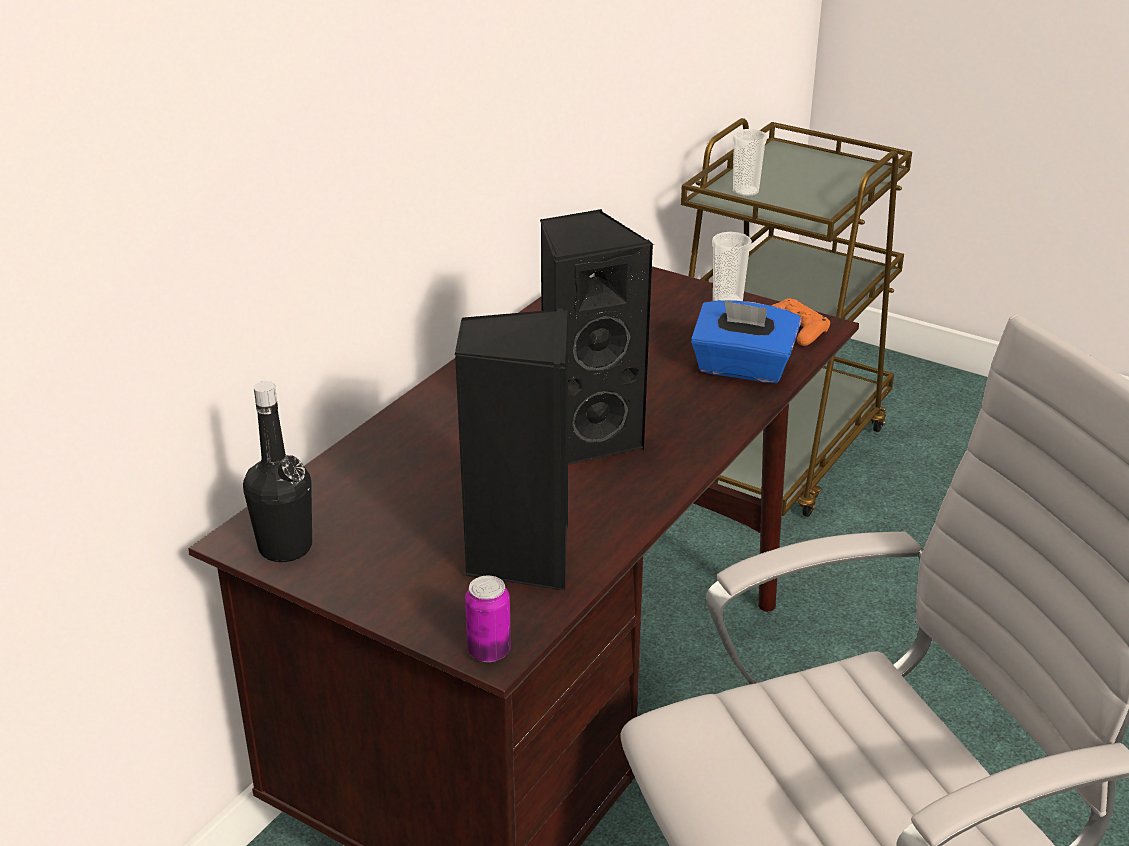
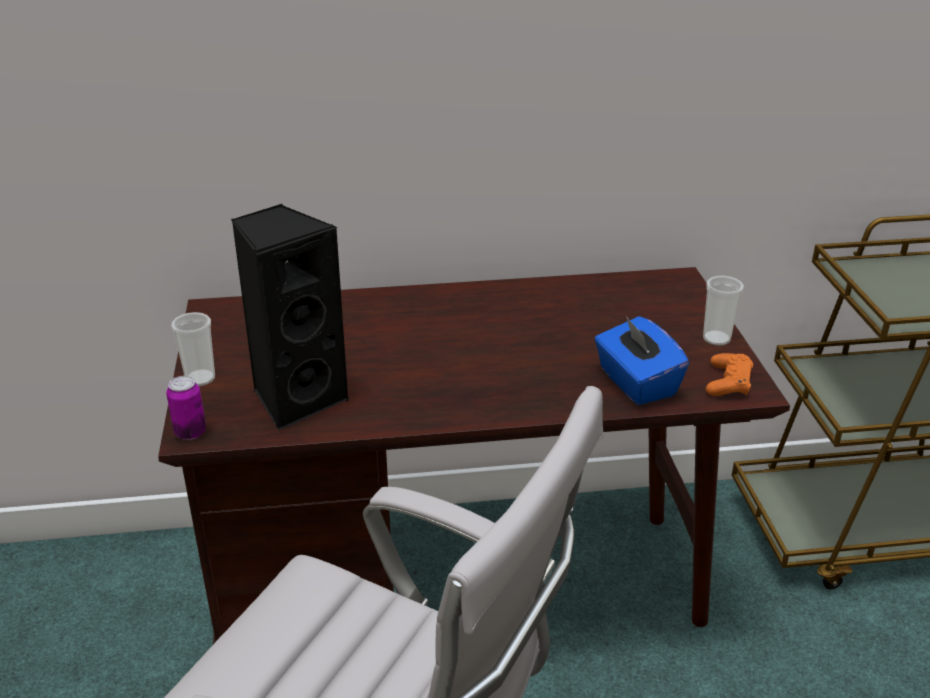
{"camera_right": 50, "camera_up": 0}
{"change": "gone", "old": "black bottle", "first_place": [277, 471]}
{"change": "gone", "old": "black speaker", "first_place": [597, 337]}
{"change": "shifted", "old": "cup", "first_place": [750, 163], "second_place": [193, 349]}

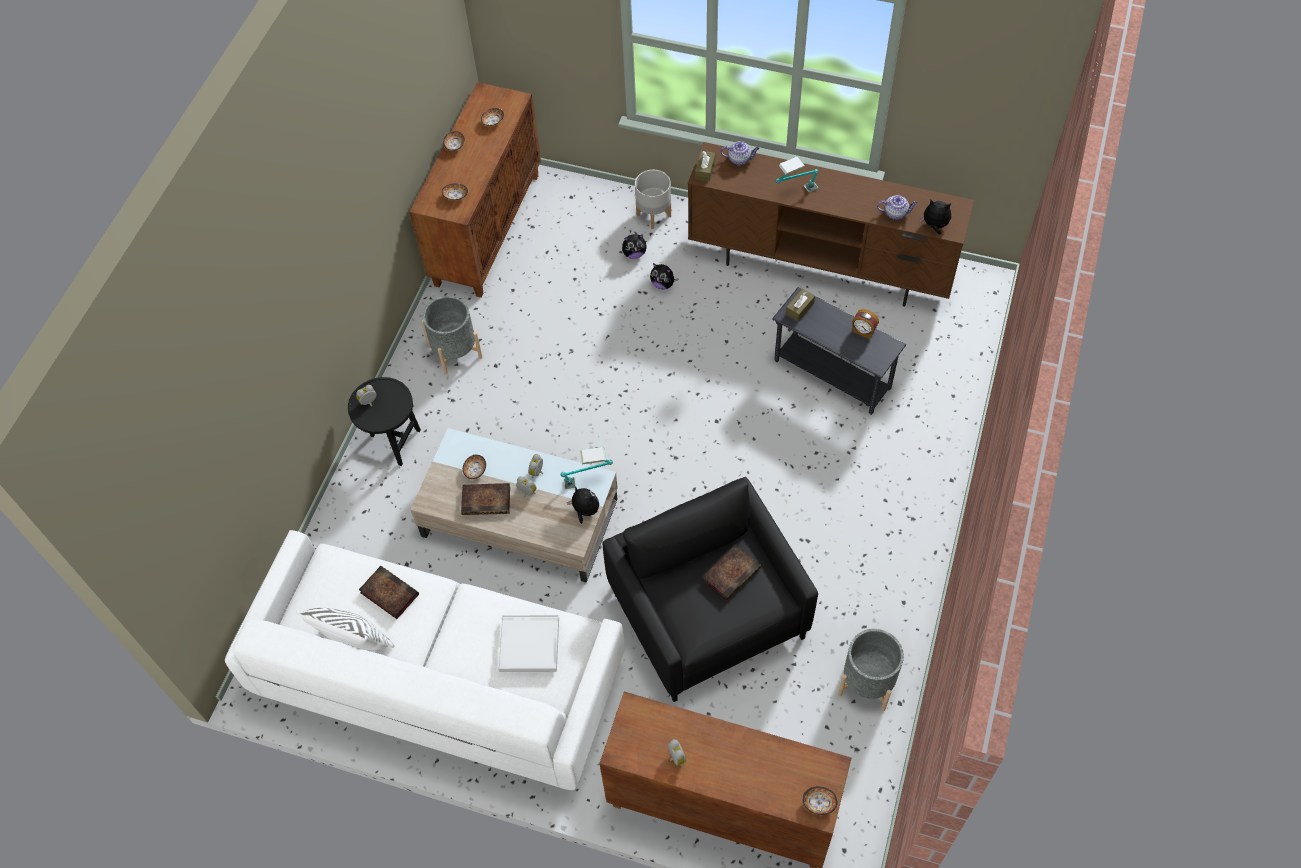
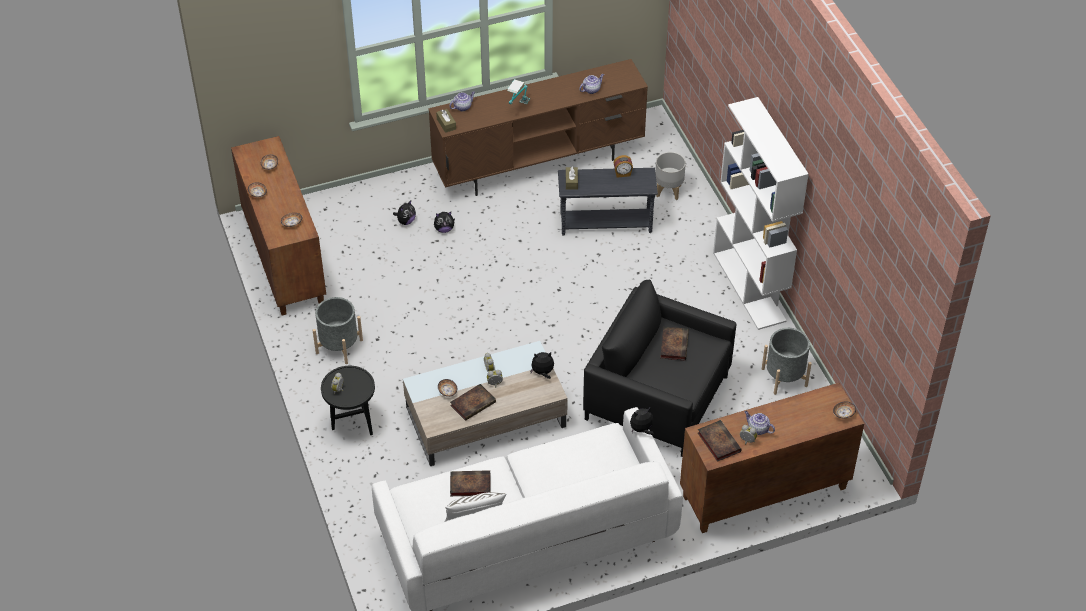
{"camera_right": -40, "camera_up": -10}
{"change": "gone", "old": "white tray", "first_place": [528, 643]}
{"change": "gone", "old": "table lamp", "first_place": [587, 468]}
{"change": "shifted", "old": "grey planter", "first_place": [653, 199], "second_place": [670, 176]}
{"change": "shifted", "old": "plush toy", "first_place": [935, 217], "second_place": [642, 421]}
{"change": "new", "new": "book", "second_place": [720, 441]}
{"change": "new", "new": "white bookcase", "second_place": [761, 213]}
{"change": "new", "new": "teapot", "second_place": [759, 423]}

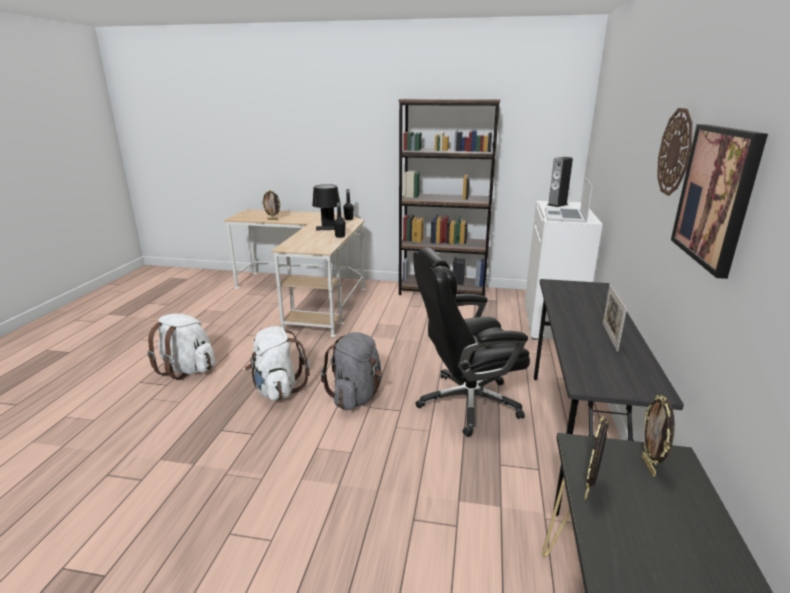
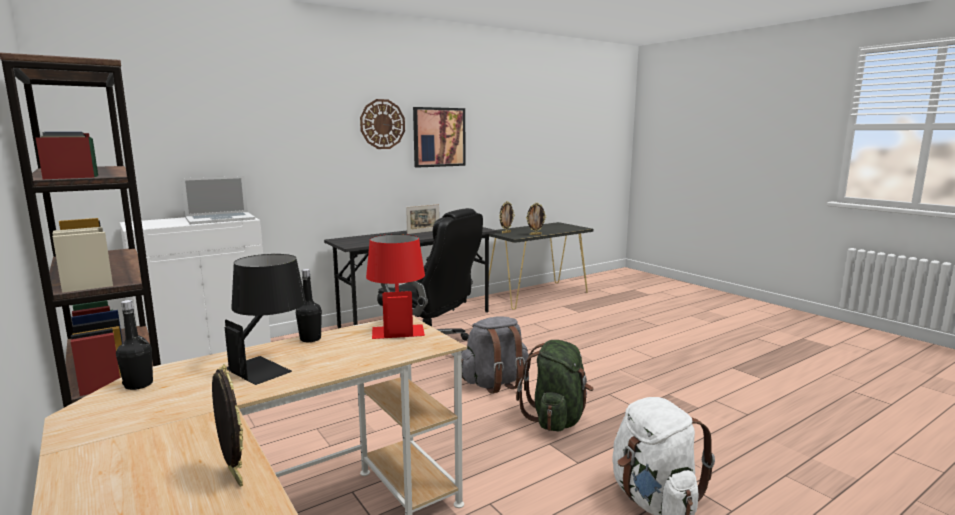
{"camera_right": -135, "camera_up": -10}
{"change": "repainted", "old": "white backpack", "new": "green backpack", "first_place": [277, 363], "second_place": [555, 385]}
{"change": "gone", "old": "speaker", "first_place": [560, 182]}
{"change": "new", "new": "red table lamp", "second_place": [395, 286]}

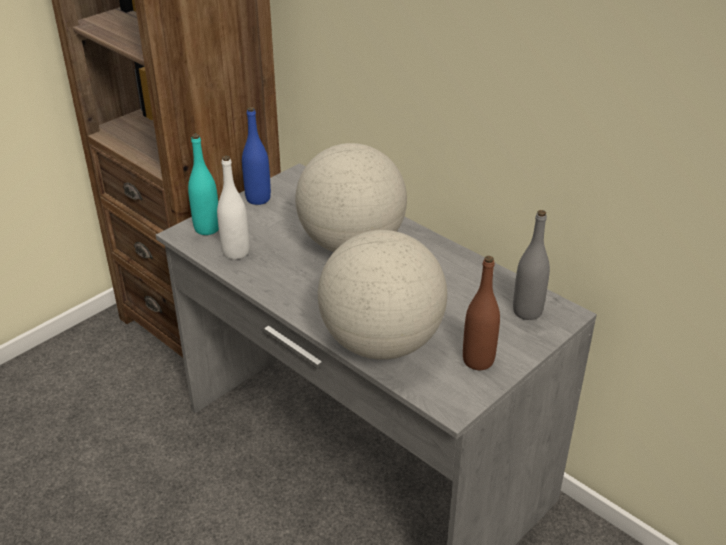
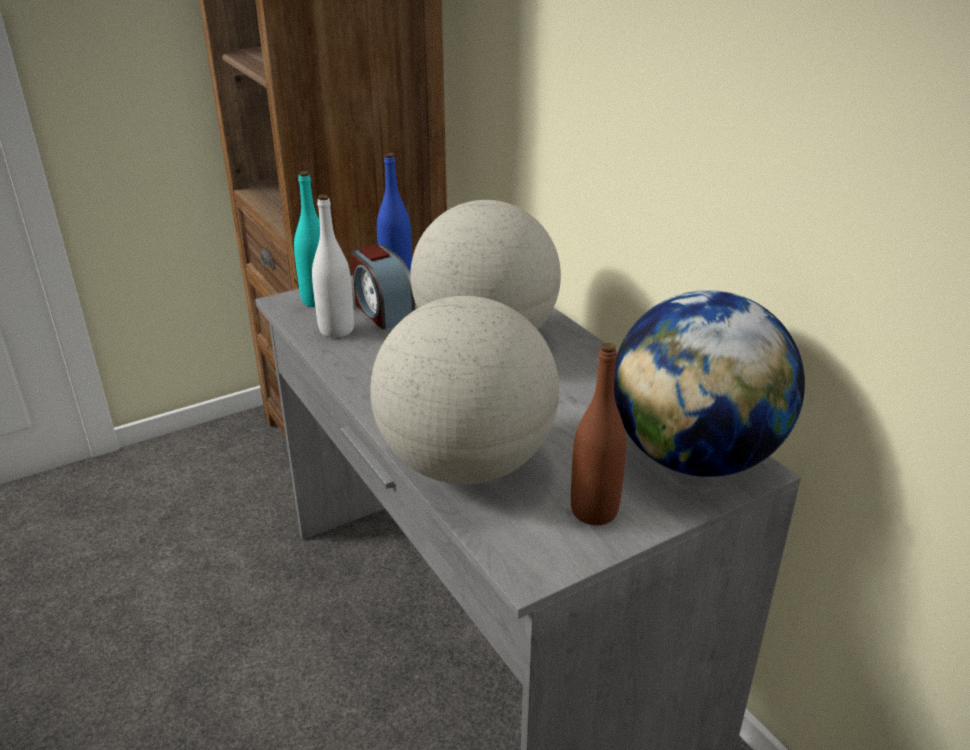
{"camera_right": 15, "camera_up": -5}
{"change": "swapped", "old": "grey bottle", "new": "globe", "first_place": [531, 265], "second_place": [709, 383]}
{"change": "new", "new": "alarm clock", "second_place": [383, 287]}

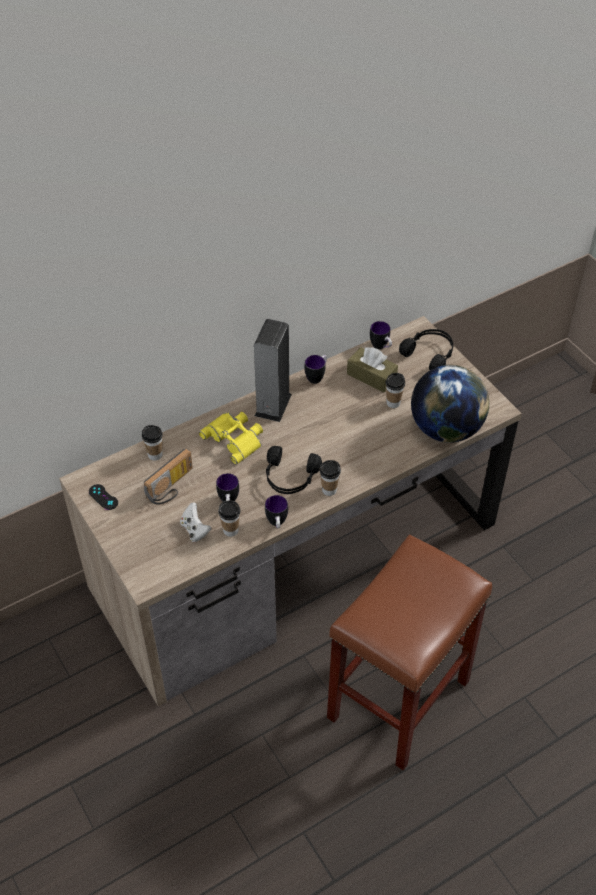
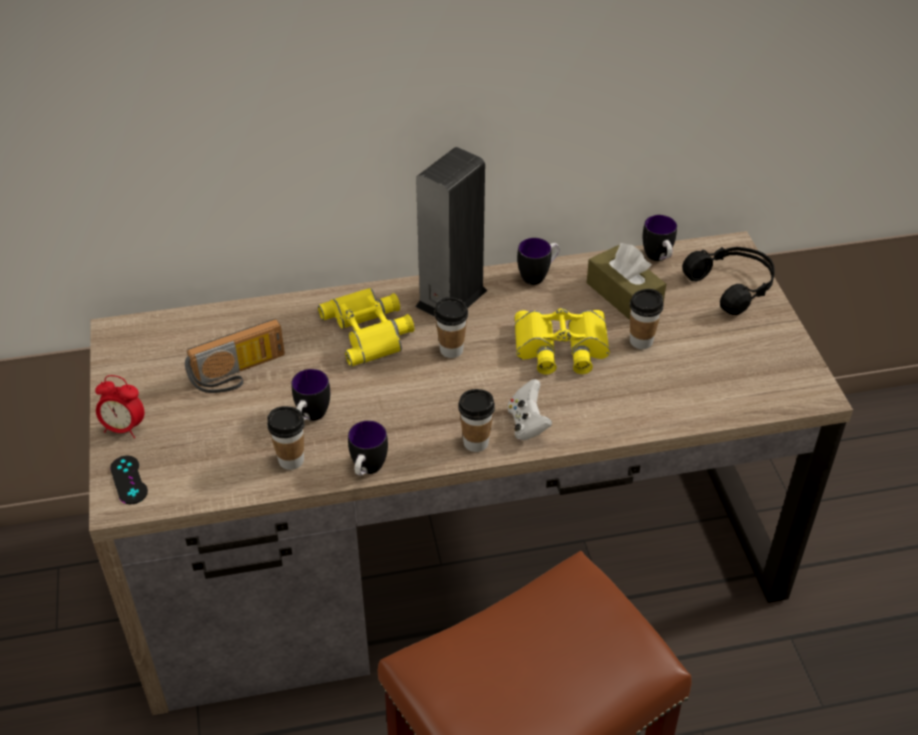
{"camera_right": 20, "camera_up": -5}
{"change": "shifted", "old": "black game controller", "first_place": [103, 497], "second_place": [129, 480]}
{"change": "shifted", "old": "cup", "first_place": [152, 442], "second_place": [451, 327]}
{"change": "shifted", "old": "white game controller", "first_place": [196, 522], "second_place": [530, 409]}
{"change": "gone", "old": "black headphones", "first_place": [294, 470]}
{"change": "gone", "old": "globe", "first_place": [450, 404]}
{"change": "new", "new": "alarm clock", "second_place": [119, 406]}
{"change": "new", "new": "yellow binoculars", "second_place": [562, 341]}

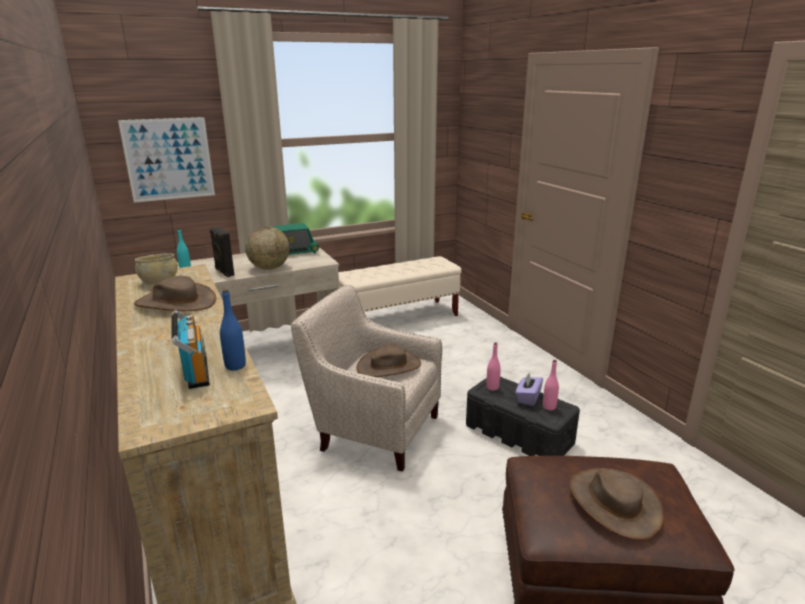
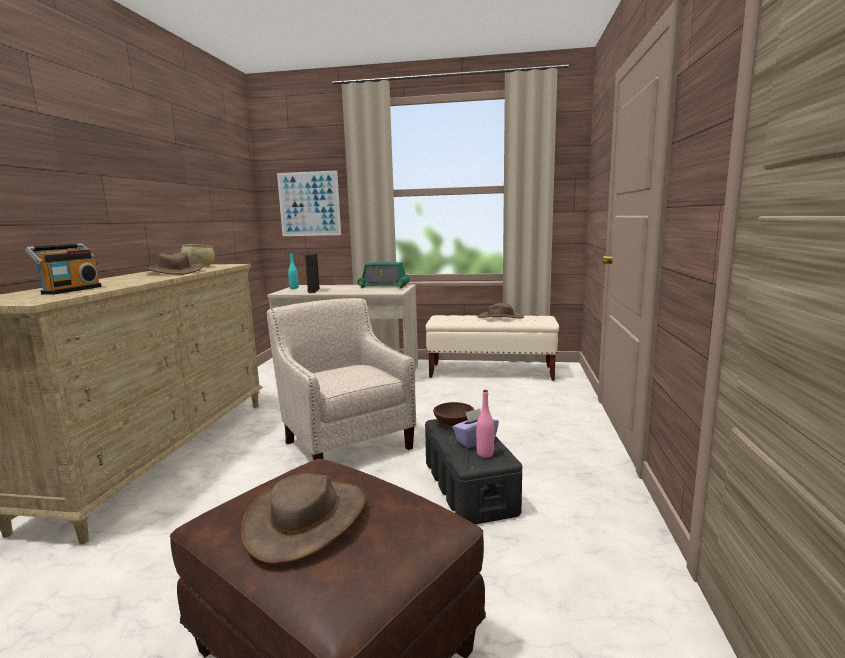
{"camera_right": 35, "camera_up": -10}
{"change": "gone", "old": "blue bottle", "first_place": [233, 329]}
{"change": "gone", "old": "globe", "first_place": [267, 248]}
{"change": "shifted", "old": "brown hat", "first_place": [388, 360], "second_place": [501, 310]}
{"change": "swapped", "old": "pink bottle", "new": "brown bowl", "first_place": [493, 367], "second_place": [453, 414]}

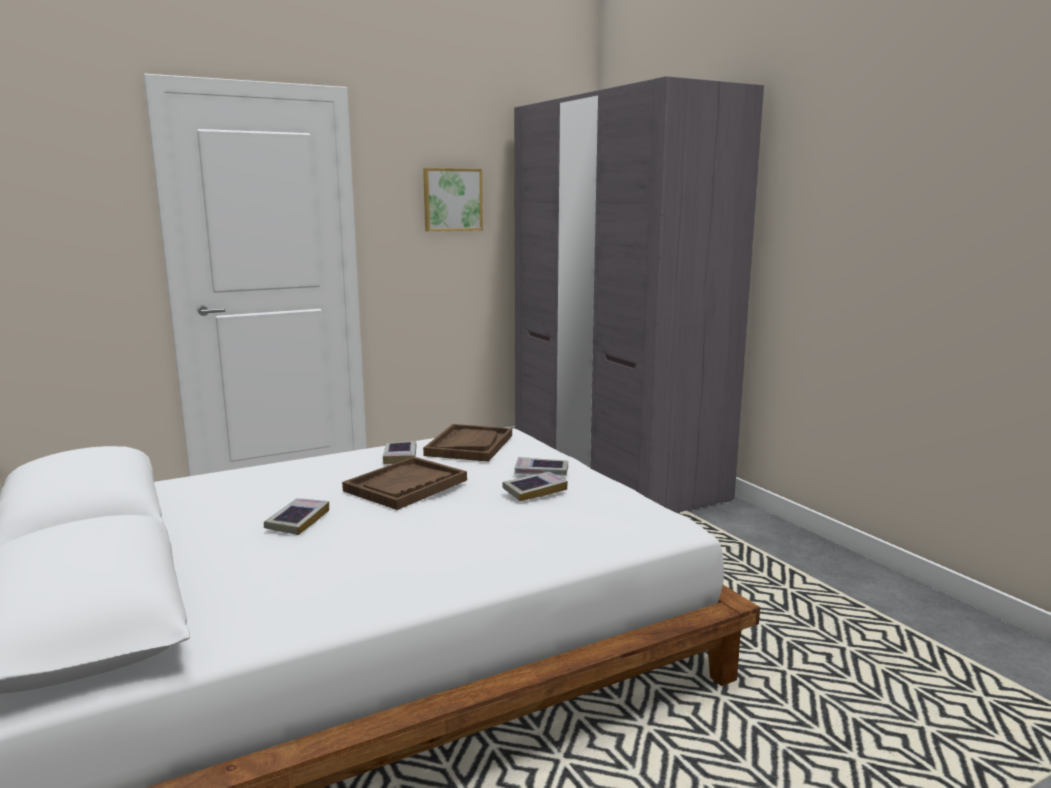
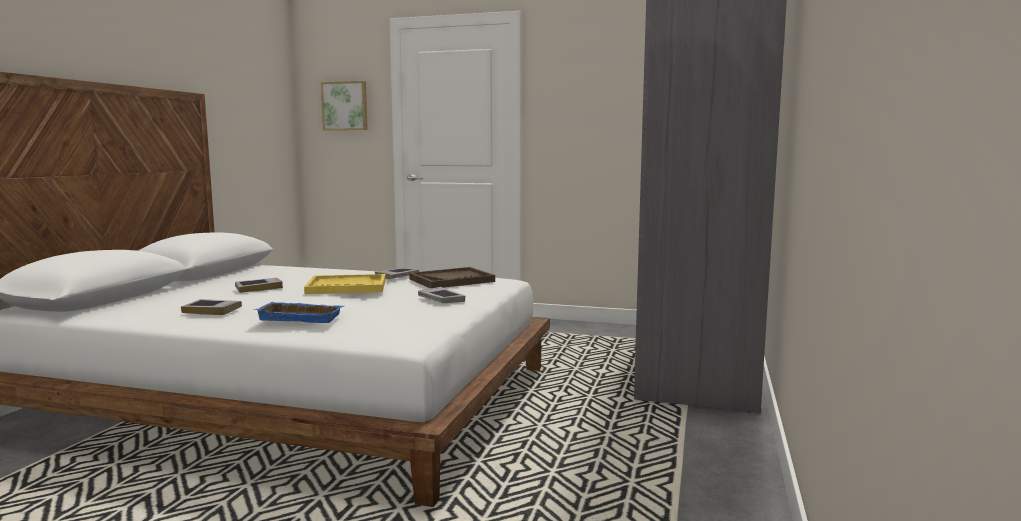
{"camera_right": 45, "camera_up": -5}
{"change": "repainted", "old": "brown tray", "new": "yellow tray", "first_place": [404, 483], "second_place": [345, 284]}
{"change": "shifted", "old": "picture", "first_place": [453, 199], "second_place": [344, 105]}
{"change": "shifted", "old": "book", "first_place": [535, 486], "second_place": [211, 307]}
{"change": "new", "new": "blue tray", "second_place": [298, 312]}

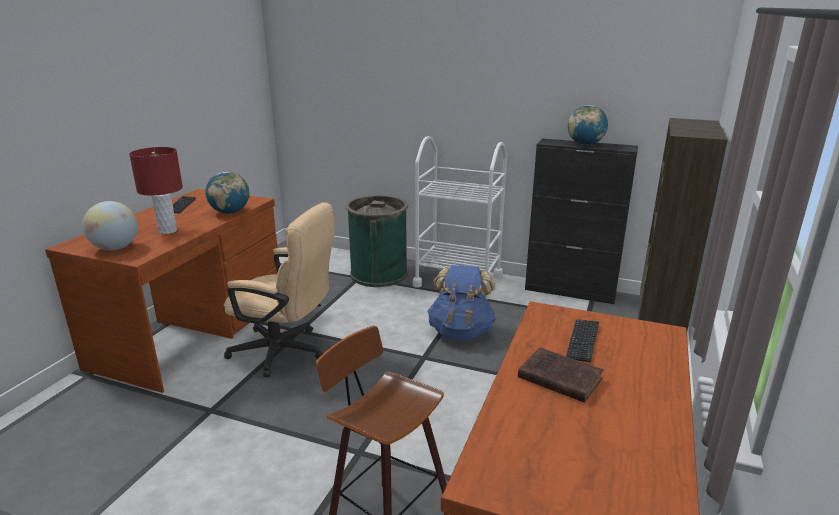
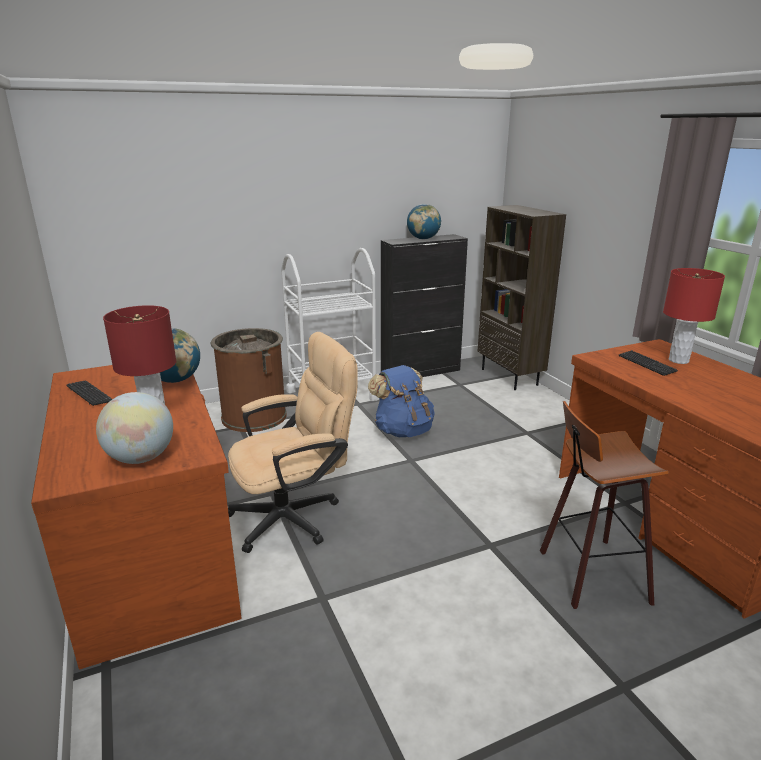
{"camera_right": -45, "camera_up": 0}
{"change": "repainted", "old": "green trash can", "new": "brown trash can", "first_place": [376, 241], "second_place": [249, 380]}
{"change": "gone", "old": "brown book", "first_place": [561, 375]}
{"change": "new", "new": "red table lamp", "second_place": [694, 316]}

